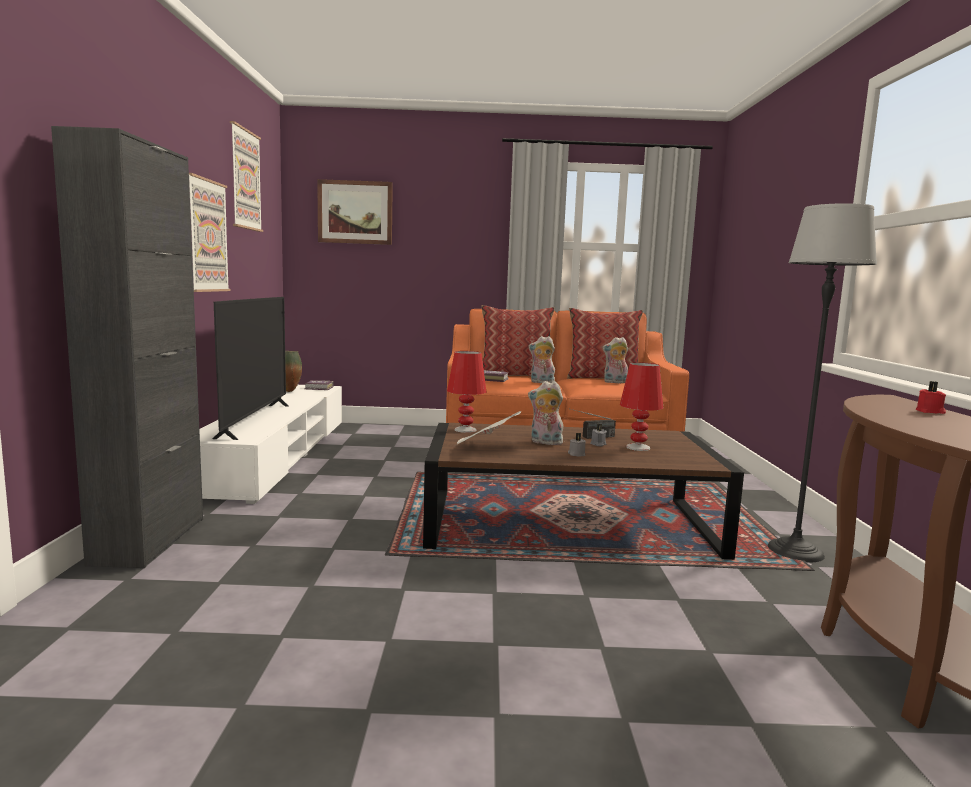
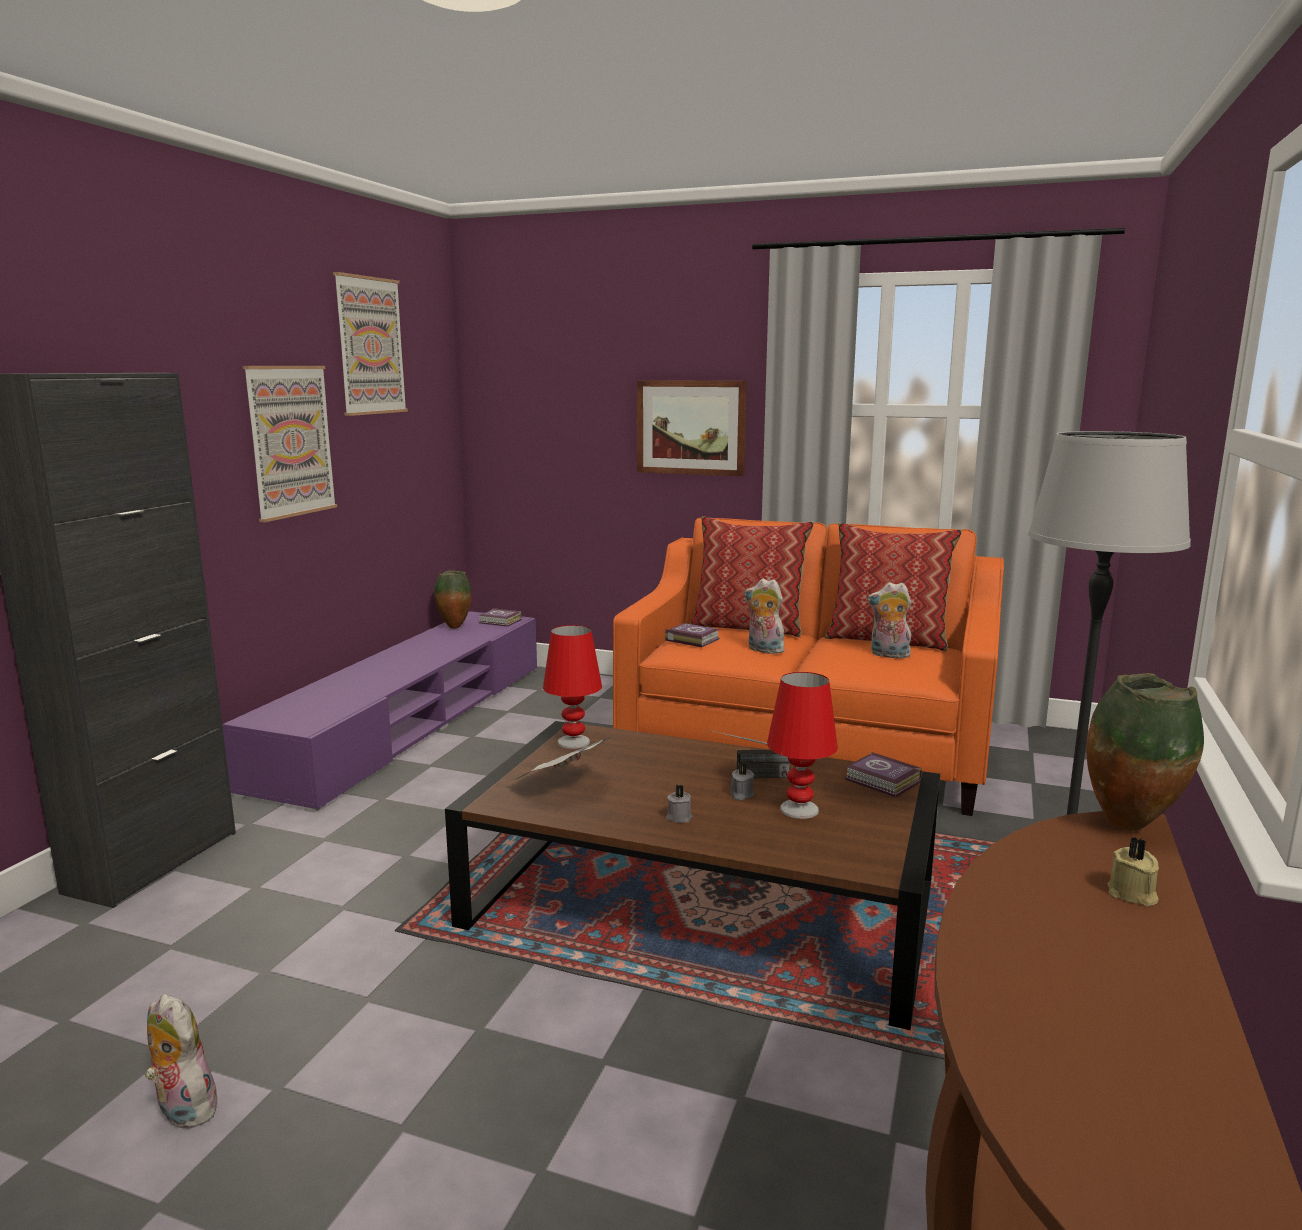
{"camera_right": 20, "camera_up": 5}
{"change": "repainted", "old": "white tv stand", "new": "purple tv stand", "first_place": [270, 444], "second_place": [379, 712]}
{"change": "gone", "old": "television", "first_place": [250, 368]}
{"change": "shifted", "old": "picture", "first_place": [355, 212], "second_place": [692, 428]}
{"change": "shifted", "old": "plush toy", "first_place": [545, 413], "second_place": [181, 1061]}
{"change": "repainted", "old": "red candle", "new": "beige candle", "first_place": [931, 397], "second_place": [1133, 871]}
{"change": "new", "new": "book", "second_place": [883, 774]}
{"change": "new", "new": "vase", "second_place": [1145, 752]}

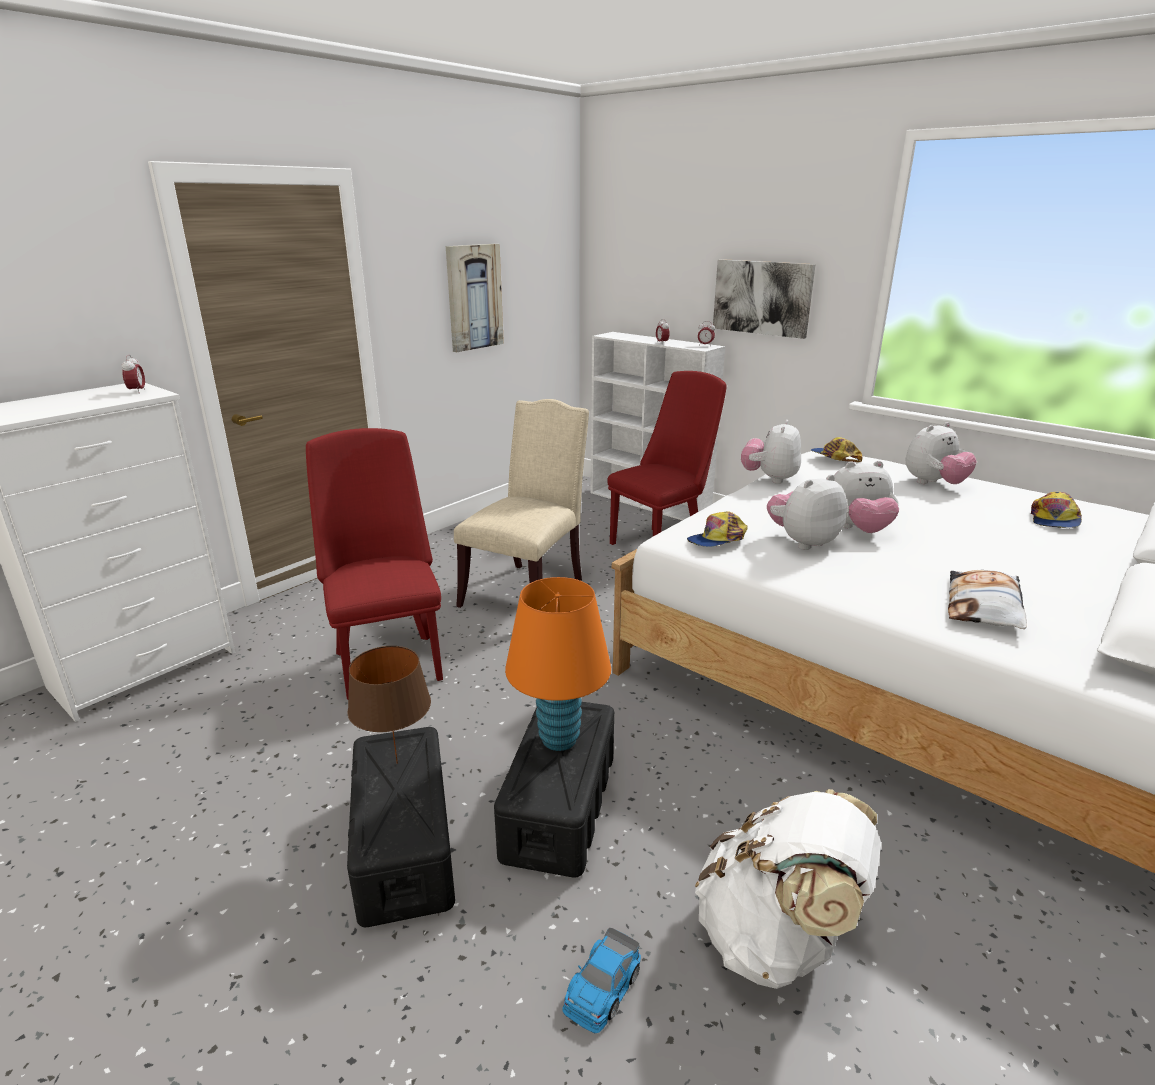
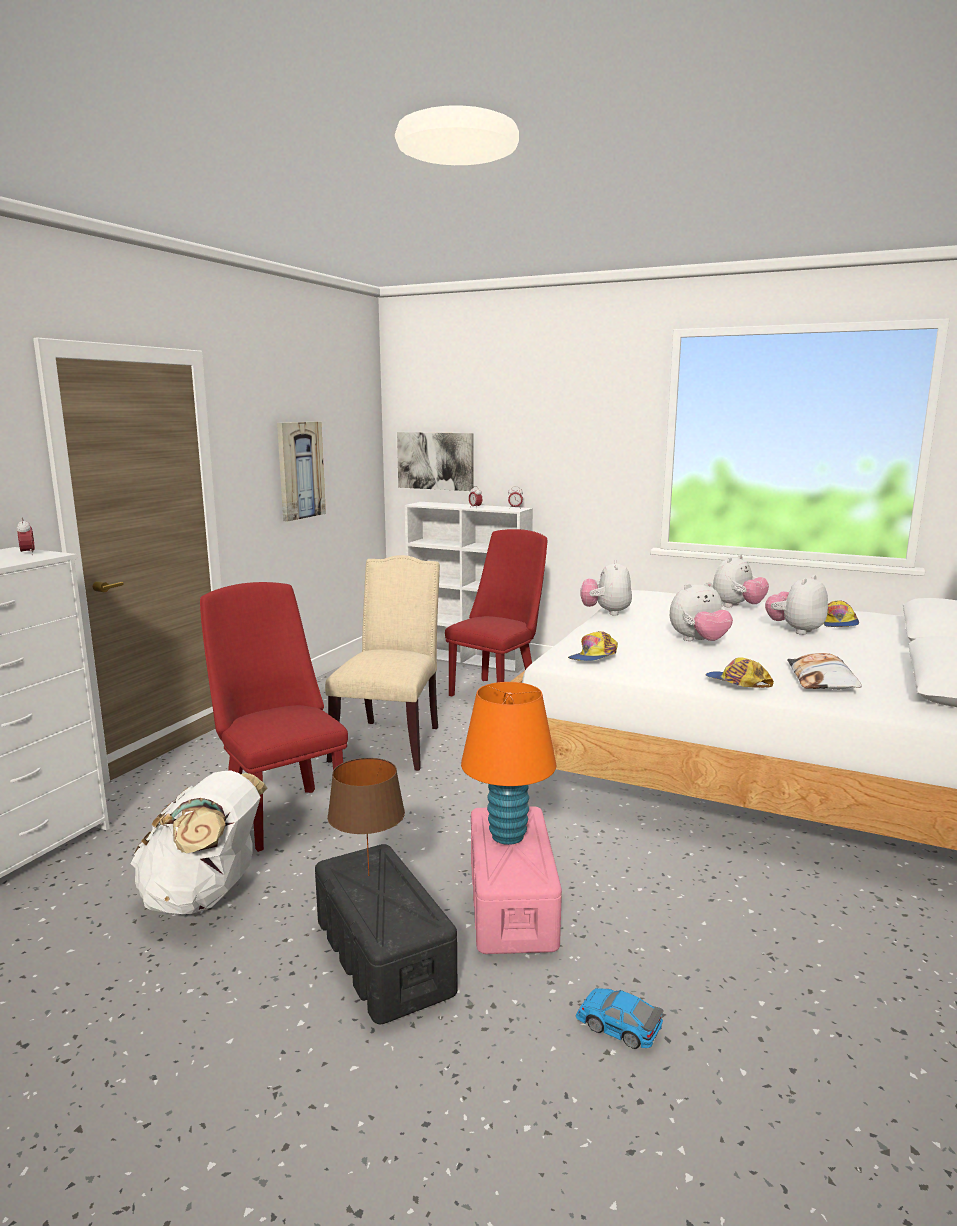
{"camera_right": -15, "camera_up": -10}
{"change": "repainted", "old": "black storage box", "new": "pink storage box", "first_place": [554, 790], "second_place": [516, 880]}
{"change": "rotated", "old": "toy car", "first_place": [601, 980], "second_place": [619, 1018], "degrees": 105}
{"change": "shifted", "old": "white backpack", "first_place": [788, 889], "second_place": [199, 842]}
{"change": "shifted", "old": "picture", "first_place": [764, 299], "second_place": [435, 461]}
{"change": "shifted", "old": "plush toy", "first_place": [807, 512], "second_place": [796, 605]}
{"change": "shifted", "old": "cap", "first_place": [837, 449], "second_place": [740, 672]}

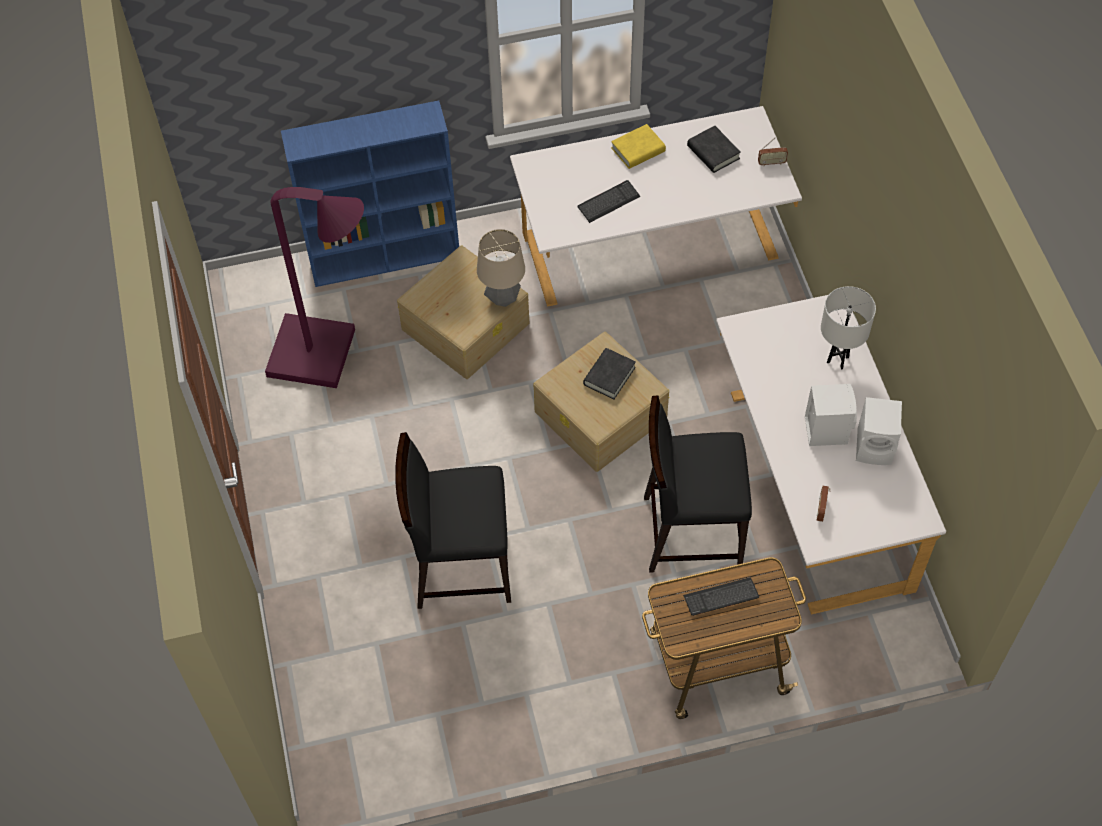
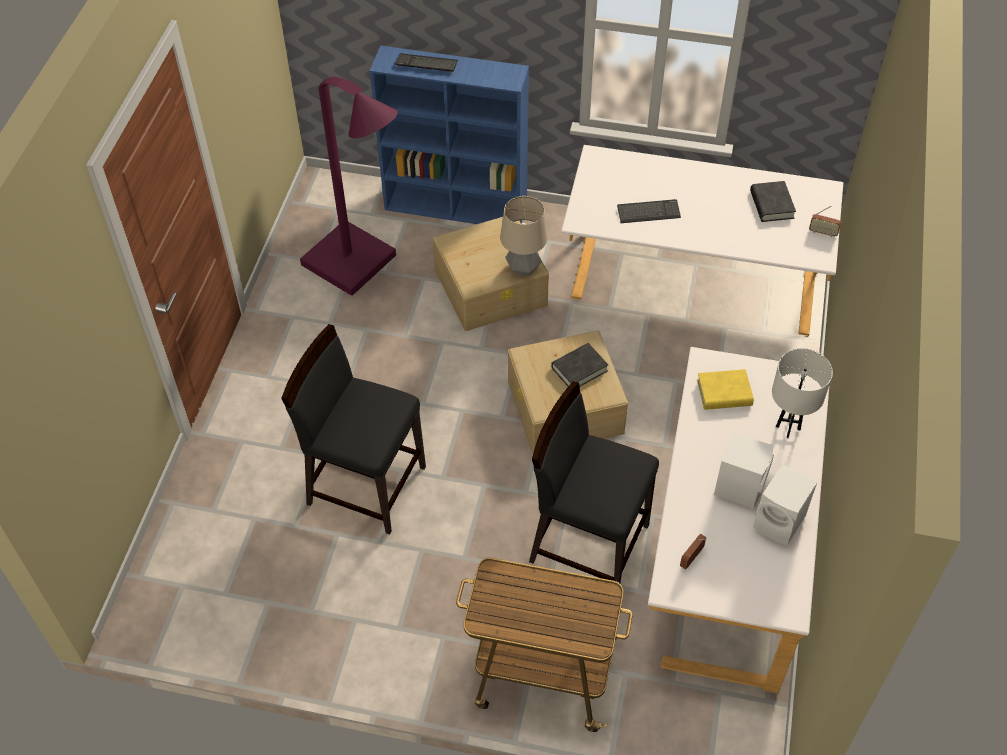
{"camera_right": 25, "camera_up": -5}
{"change": "shifted", "old": "yellow book", "first_place": [638, 146], "second_place": [725, 389]}
{"change": "shifted", "old": "keyboard", "first_place": [721, 596], "second_place": [426, 63]}

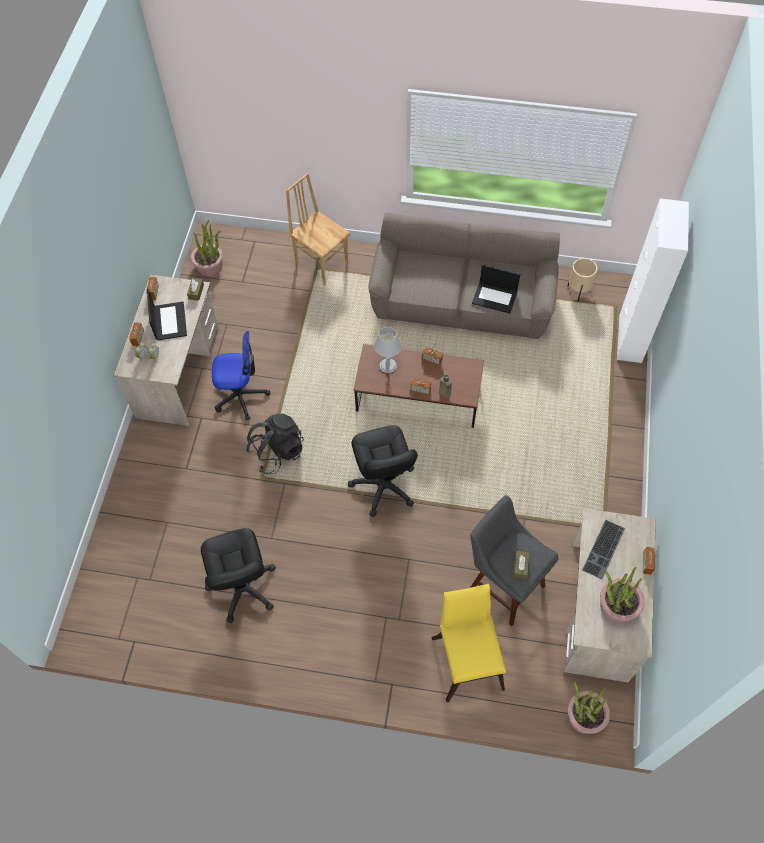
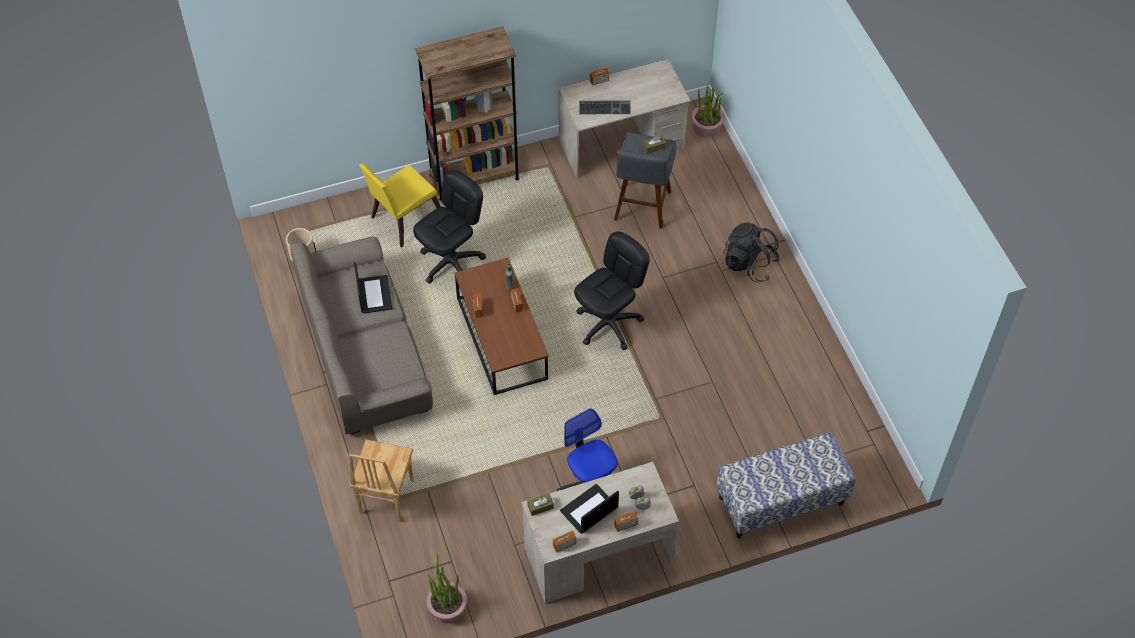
{"camera_right": -120, "camera_up": -5}
{"change": "shifted", "old": "black office chair", "first_place": [238, 575], "second_place": [449, 226]}
{"change": "shifted", "old": "black backpack", "first_place": [275, 444], "second_place": [751, 252]}
{"change": "gone", "old": "grey table lamp", "first_place": [388, 350]}
{"change": "shifted", "old": "yellow chair", "first_place": [468, 643], "second_place": [400, 206]}
{"change": "gone", "old": "potted plant", "first_place": [622, 595]}
{"change": "gone", "old": "white cabinet", "first_place": [653, 280]}
{"change": "new", "new": "brown bookcase", "second_place": [467, 113]}
{"change": "new", "new": "bench", "second_place": [785, 485]}

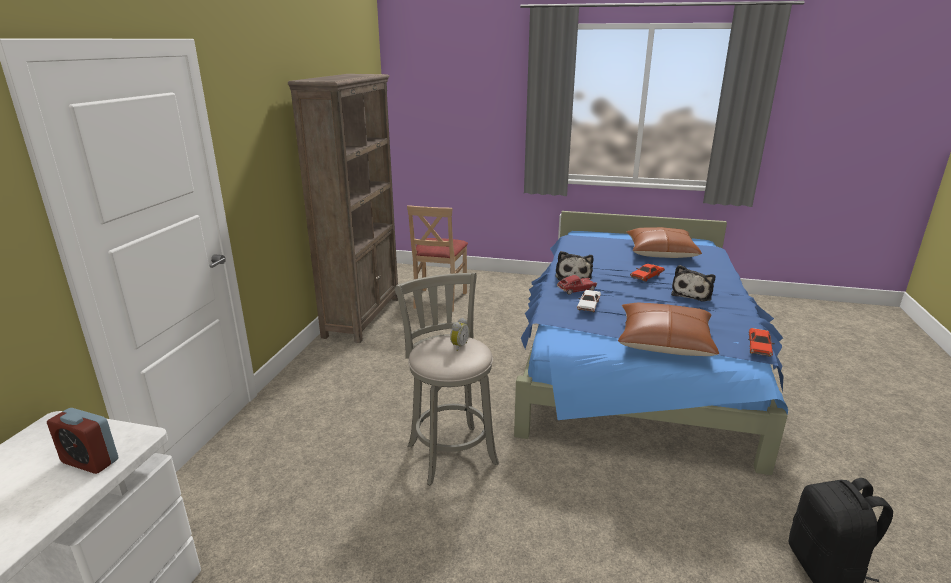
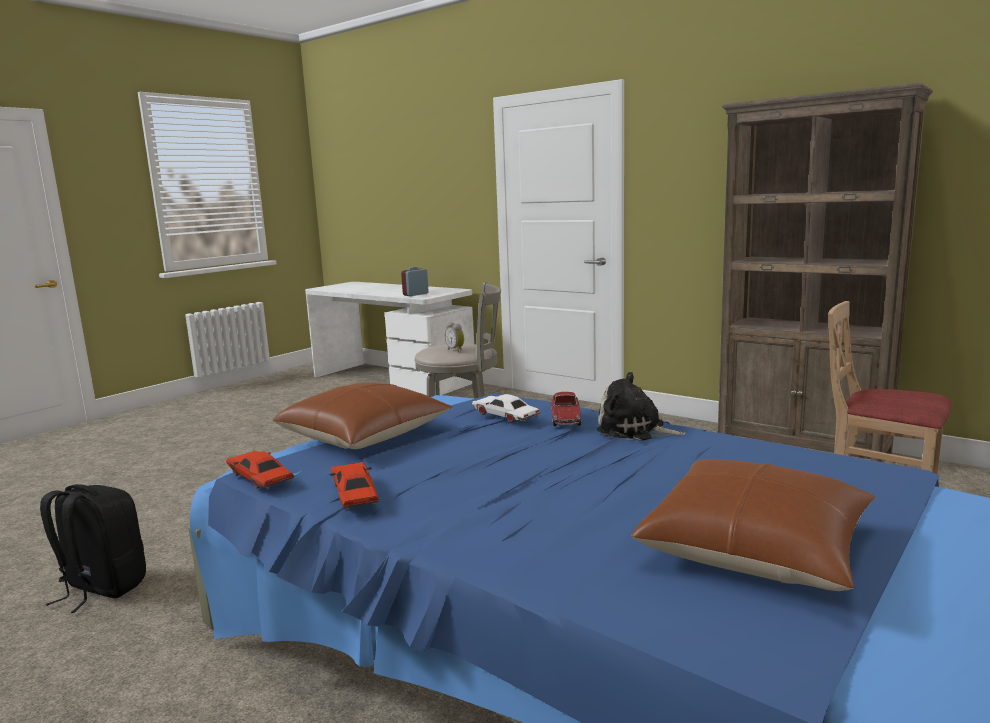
{"camera_right": 115, "camera_up": -10}
{"change": "shifted", "old": "red toy car", "first_place": [647, 273], "second_place": [354, 486]}
{"change": "gone", "old": "plush toy", "first_place": [693, 283]}

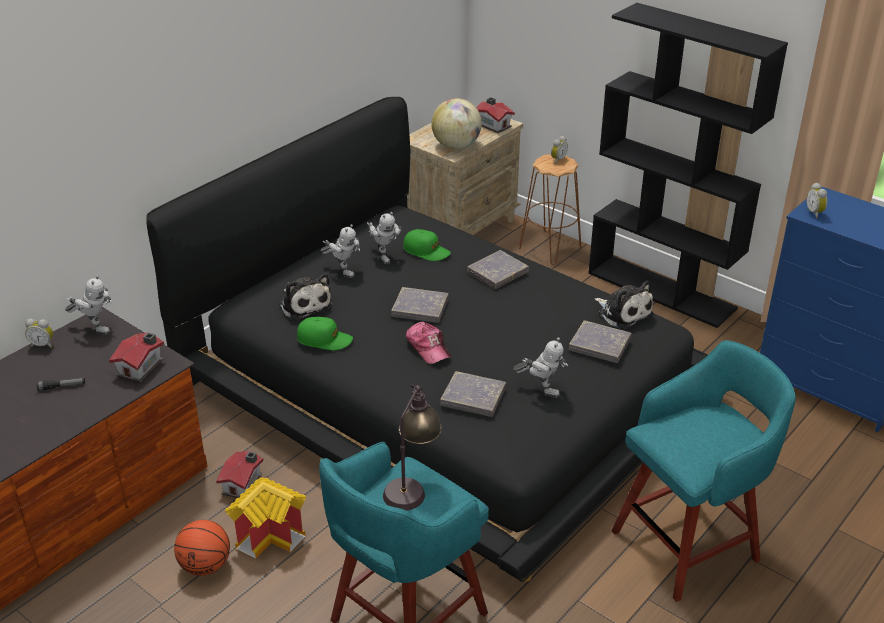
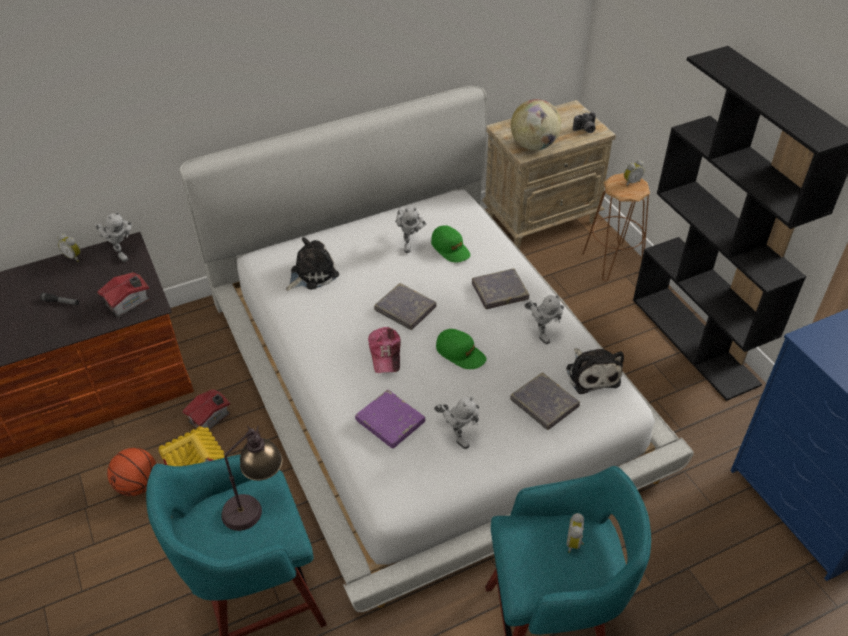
{"camera_right": 25, "camera_up": 10}
{"change": "repainted", "old": "black bed", "new": "white bed", "first_place": [427, 339], "second_place": [436, 349]}
{"change": "rotated", "old": "plush toy", "first_place": [305, 297], "second_place": [312, 264], "degrees": -120}
{"change": "shifted", "old": "green cap", "first_place": [325, 334], "second_place": [461, 349]}
{"change": "shifted", "old": "toy robot", "first_place": [340, 251], "second_place": [544, 319]}
{"change": "repainted", "old": "grey book", "new": "purple book", "first_place": [473, 394], "second_place": [390, 419]}
{"change": "swapped", "old": "toy house", "new": "photo camera", "first_place": [495, 115], "second_place": [584, 122]}
{"change": "shifted", "old": "alarm clock", "first_place": [817, 200], "second_place": [575, 533]}

